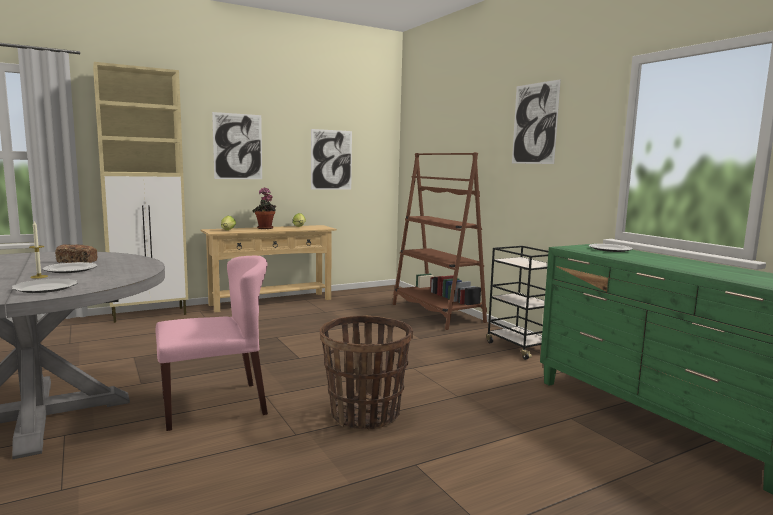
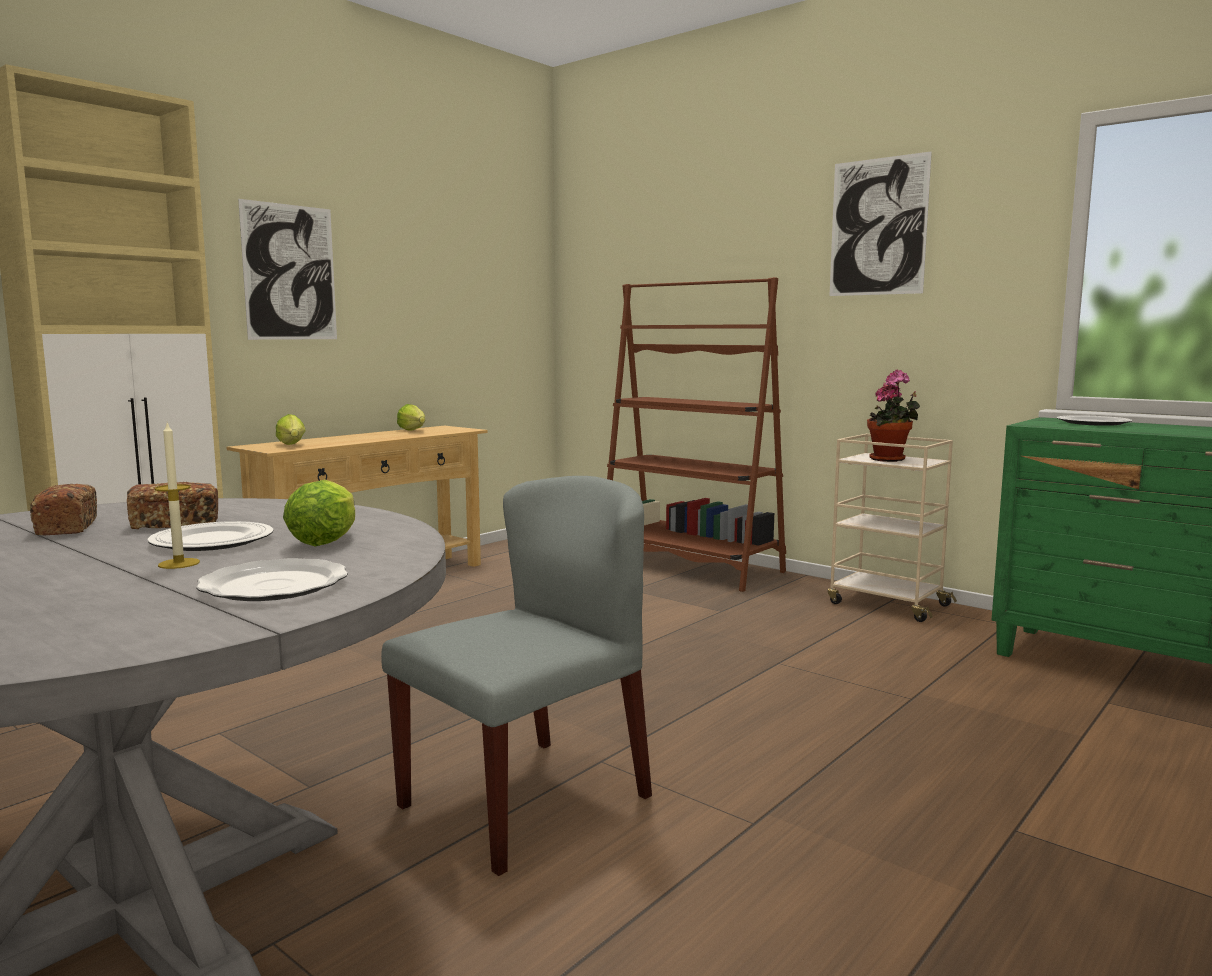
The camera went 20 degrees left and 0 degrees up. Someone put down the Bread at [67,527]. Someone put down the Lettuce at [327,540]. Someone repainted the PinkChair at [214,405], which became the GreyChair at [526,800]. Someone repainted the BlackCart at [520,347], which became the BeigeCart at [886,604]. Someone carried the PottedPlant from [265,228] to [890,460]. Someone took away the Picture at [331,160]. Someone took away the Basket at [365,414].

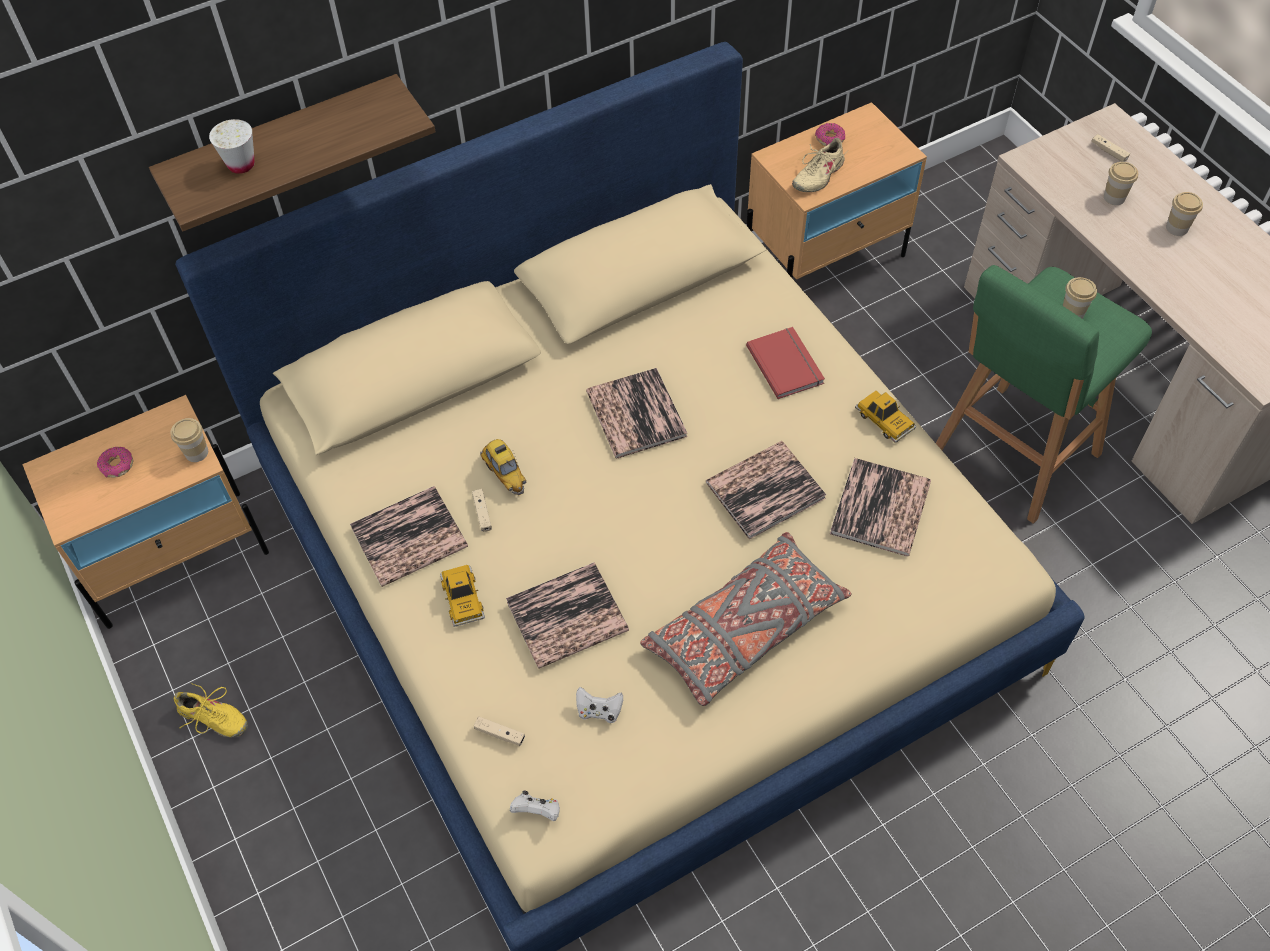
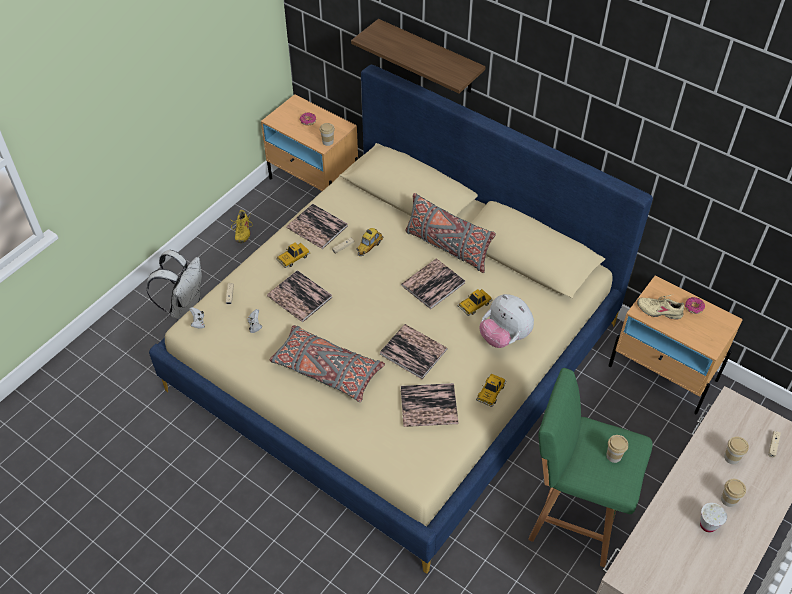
The camera went 65 degrees right and 5 degrees down. Someone put down the WhiteBackpack at [185,307]. Someone put down the GreyPillow at [447,247]. Someone put down the ToyCar at [474,305]. Someone swapped the RedBook at [787,364] for the PlushToy at [504,337]. Someone carried the WhiteCup from [241,164] to [708,525].

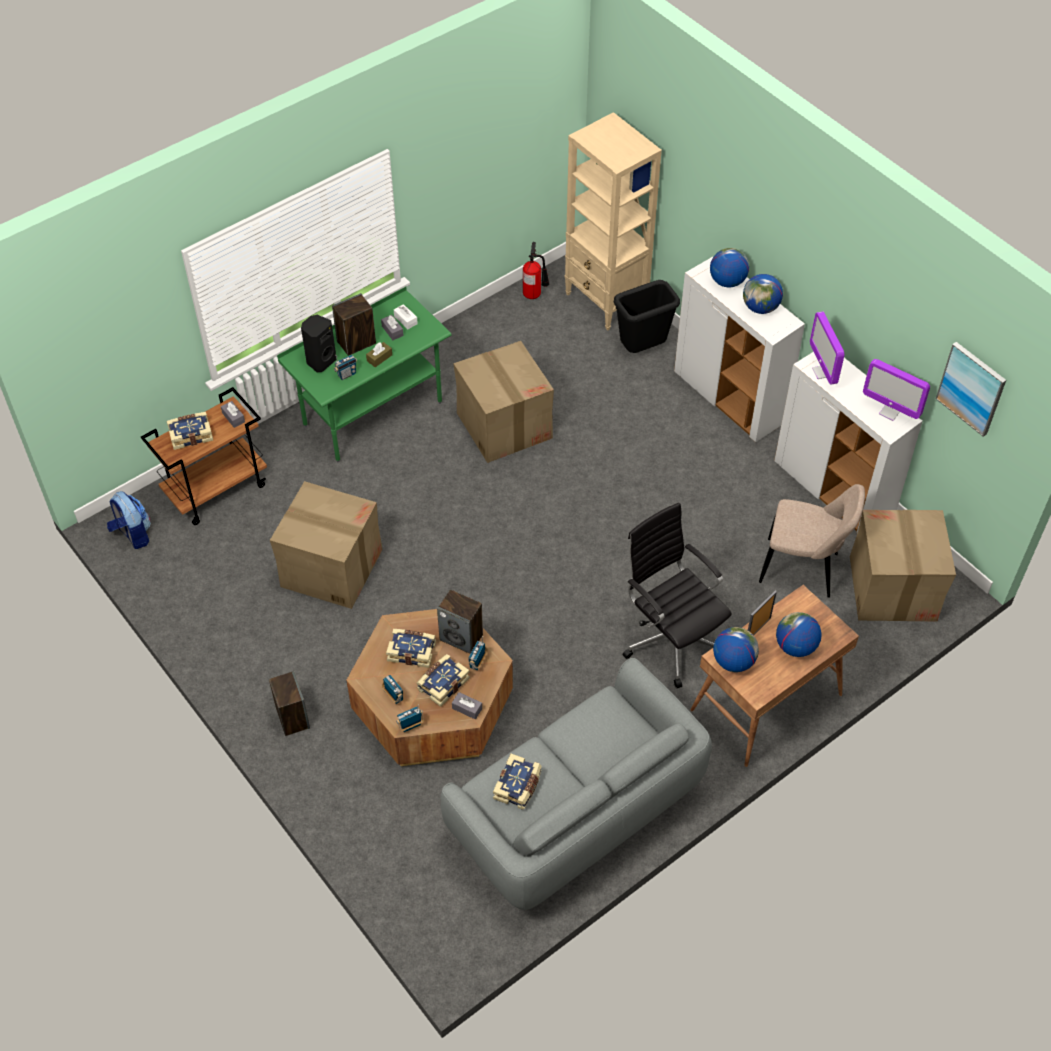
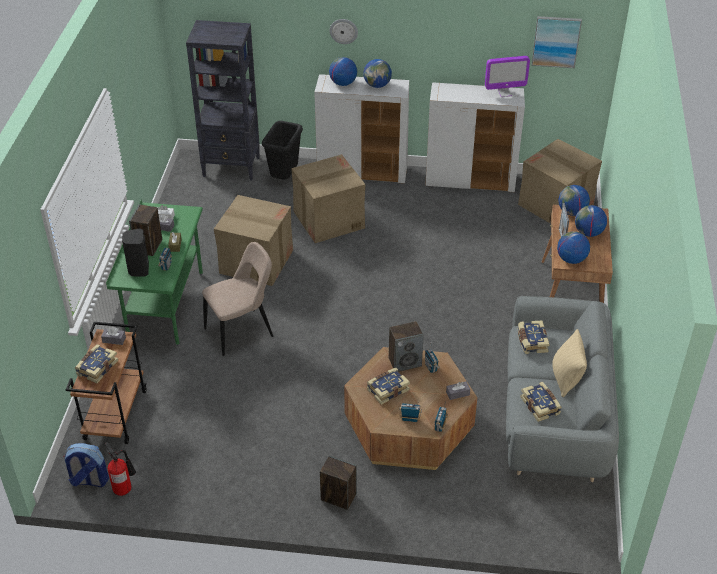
The camera went 45 degrees left and 10 degrees down. Someone carried the FireExtinguisher from [534,294] to [124,487]. Someone repainted the BeigeBookcase at [606,301], which became the BlackBookcase at [232,167]. Someone carried the BeigeChair from [803,569] to [242,331]. Someone carried the CardboardBox from [331,567] to [328,220]. Someone put up the WallClock at [343,31]. Someone carried the Book from [442,683] to [531,341]. Someone put down the BeigePillow at [566,378]. Someone put down the Globe at [572,212]. Someone took away the BlackOfficeChair at [671,639]. Someone took away the Monitor at [822,372].

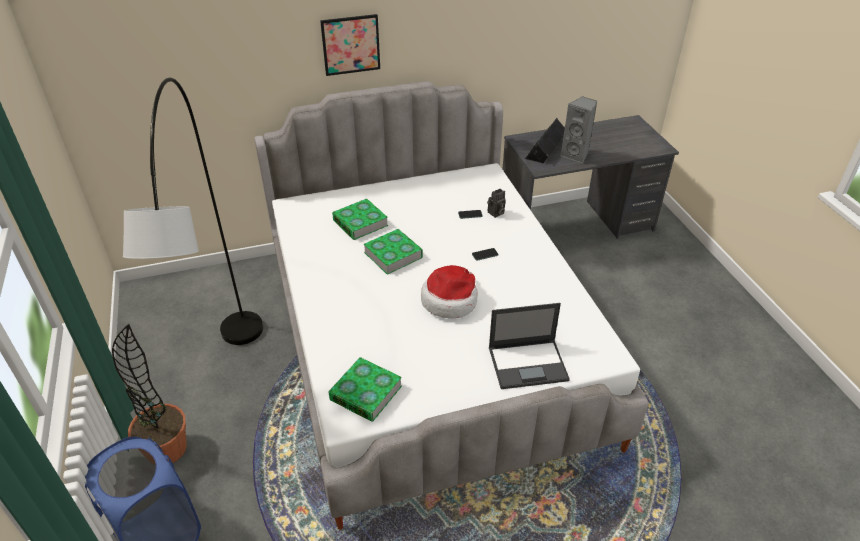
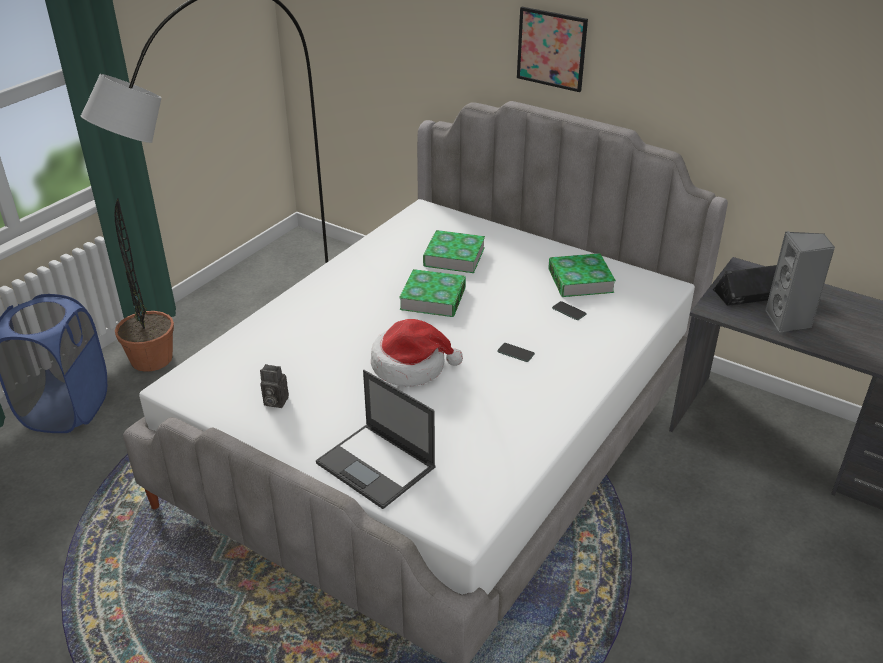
The camera went 50 degrees right and 5 degrees down. Someone carried the PhotoCamera from [495,213] to [274,401]. Someone carried the Book from [366,393] to [580,280].

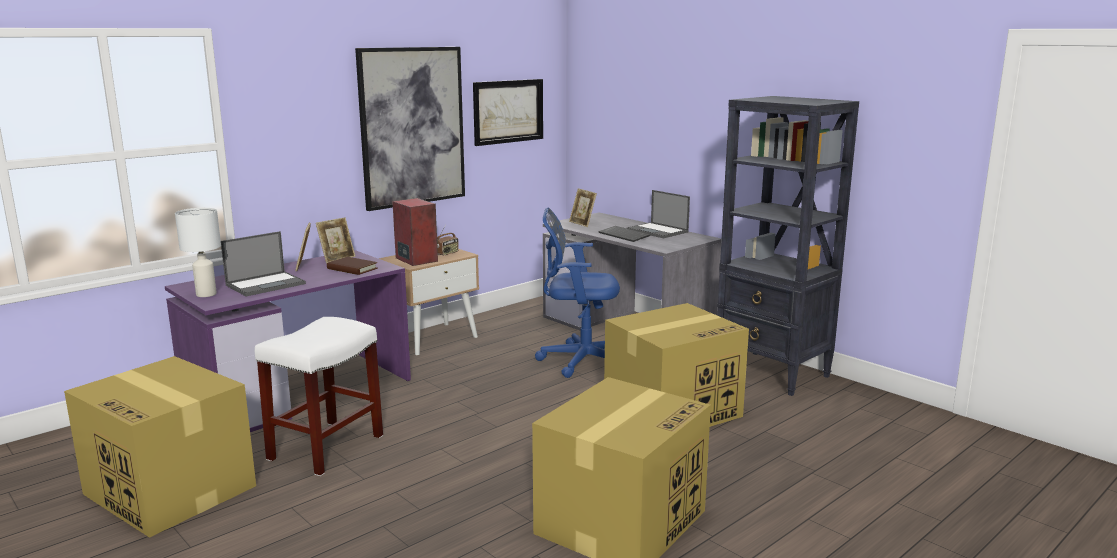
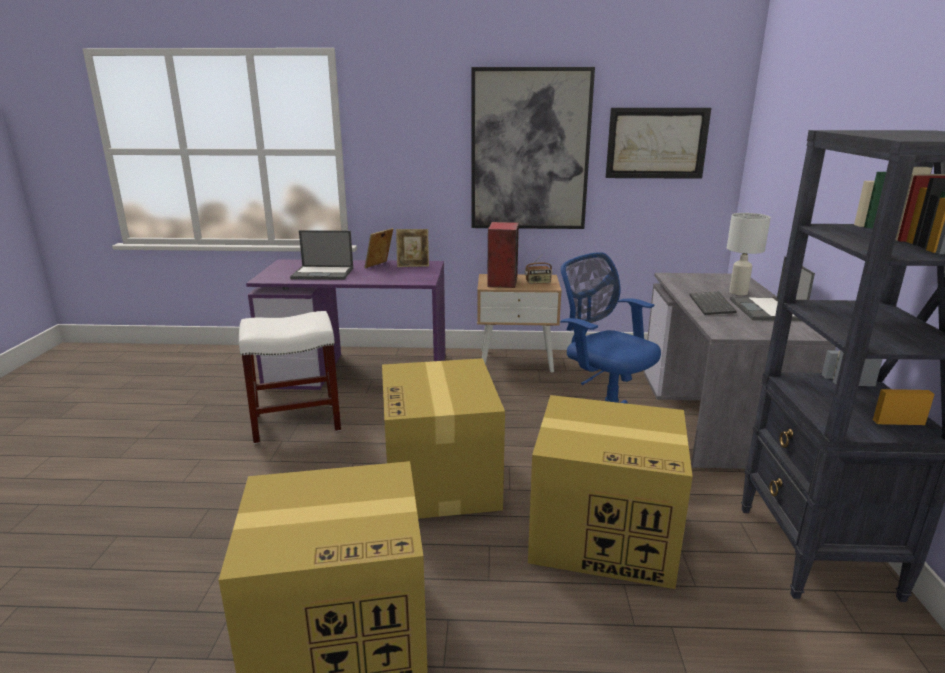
The camera went 45 degrees right and 5 degrees up. Someone carried the CardboardBox from [172,490] to [441,480]. Someone carried the WhiteTableLamp from [206,294] to [738,293]. Someone took away the BrownBook at [352,269]. Someone took away the PictureFrame at [582,223].

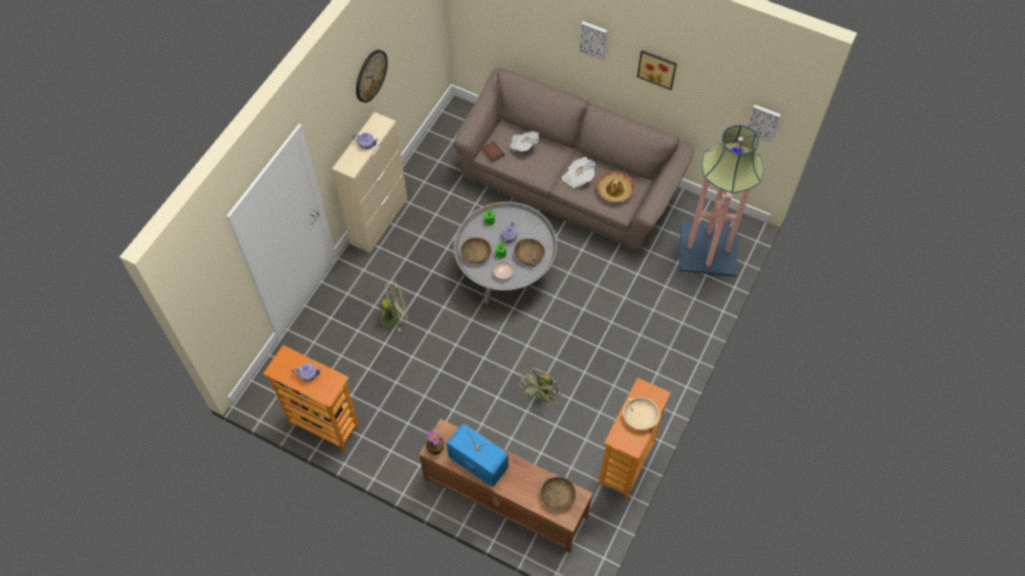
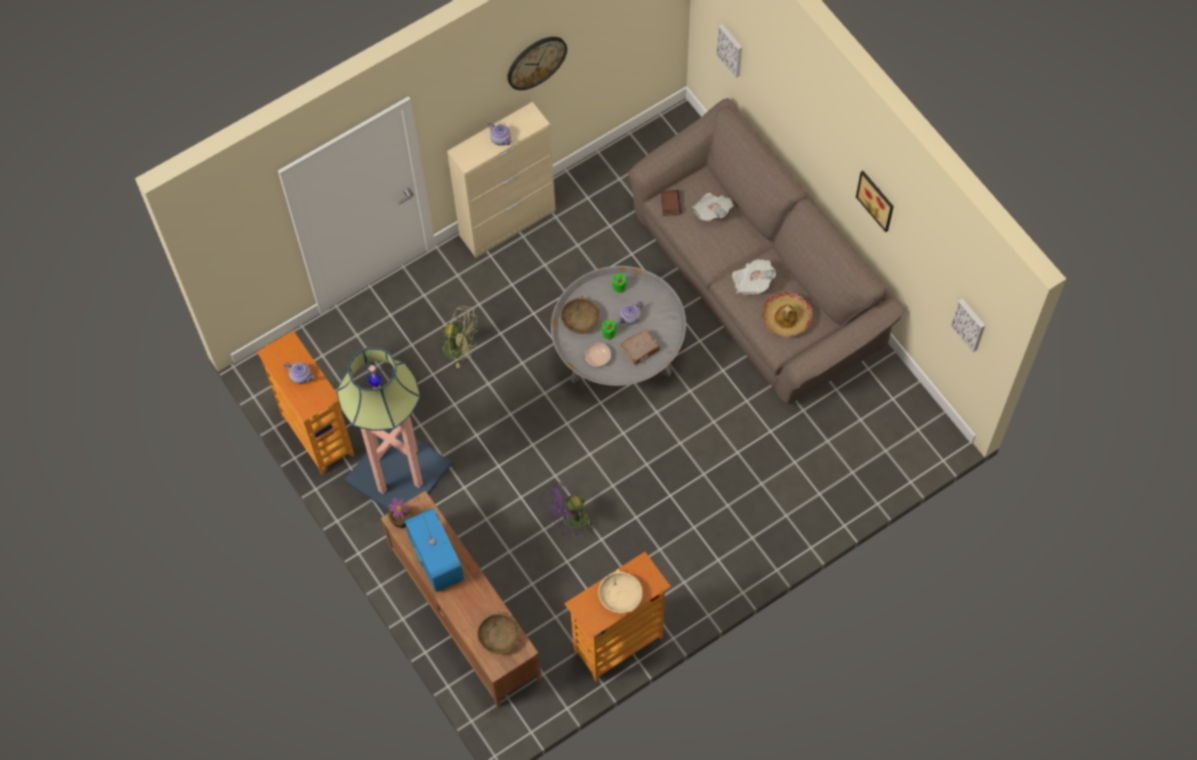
The camera went 30 degrees right and 5 degrees up. Someone carried the FloorLamp from [708,249] to [399,472]. Someone repainted the GreenFan at [542,397], which became the PurpleFan at [571,522]. Someone swapped the BrownBowl at [529,255] for the BrownBook at [640,350]. Someone carried the Picture from [593,39] to [731,49].

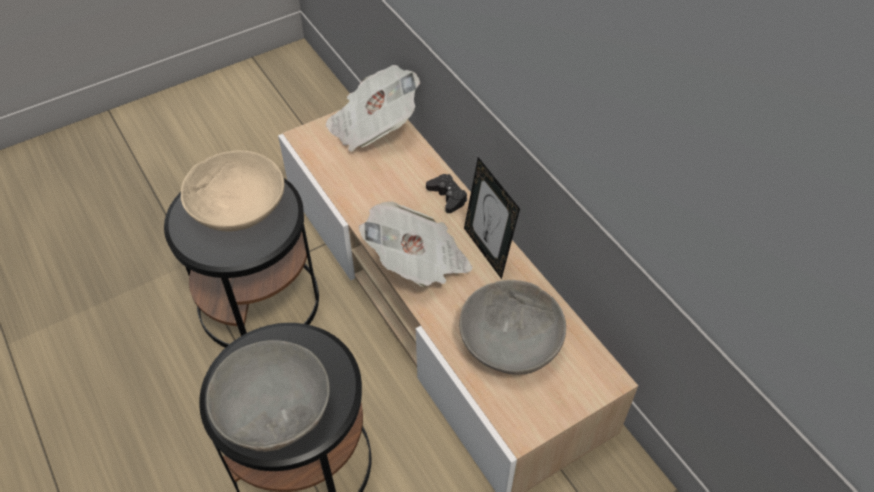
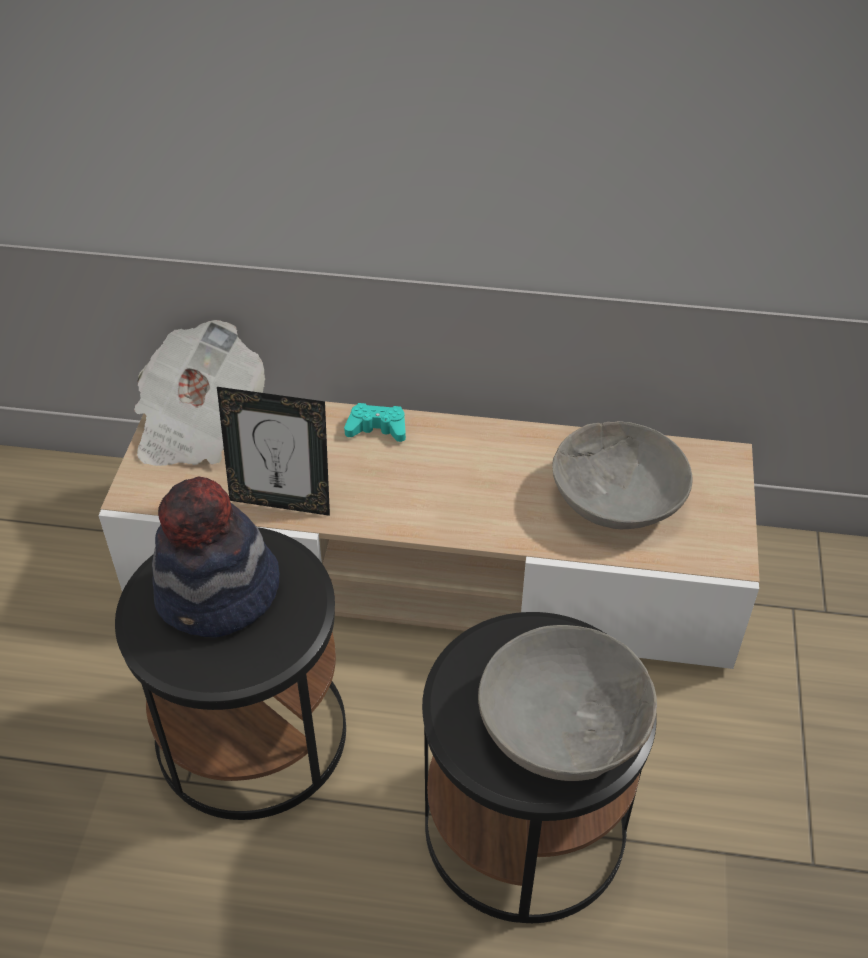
The camera went 50 degrees left and 5 degrees down. Someone swapped the BeigeBowl at [237,208] for the Hat at [219,595]. Someone carried the PictureFrame from [487,250] to [281,501]. Someone repainted the BlackGameController at [447,196], which became the TurquoiseGameController at [377,428]. Someone took away the Newspaper at [418,262].

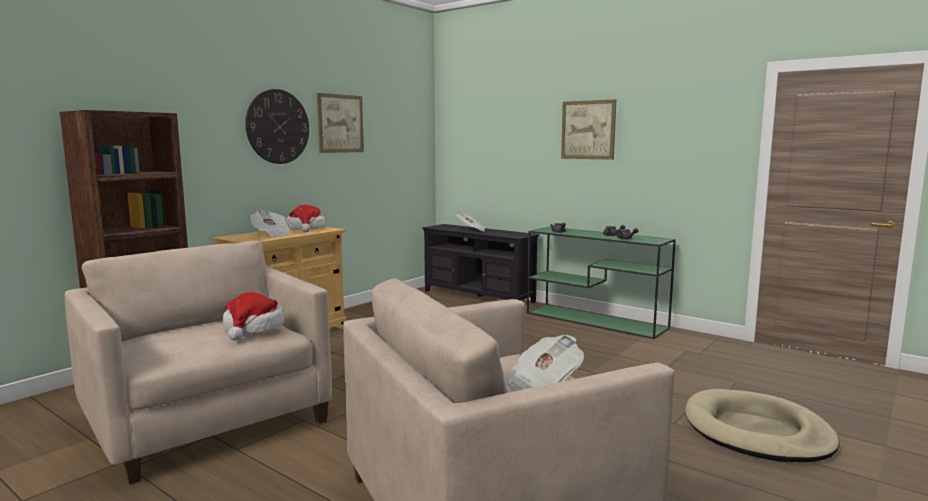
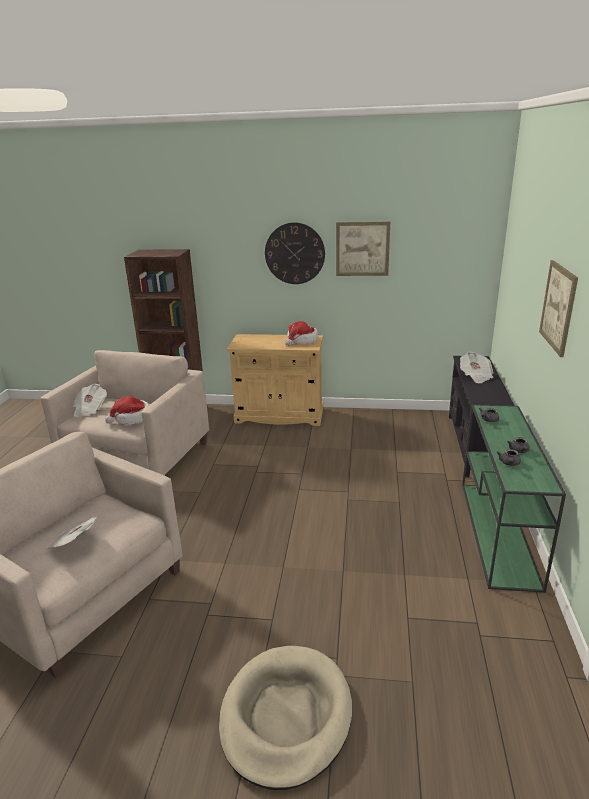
The camera went 60 degrees right and 15 degrees up. Someone carried the Newspaper from [271,235] to [90,409].

